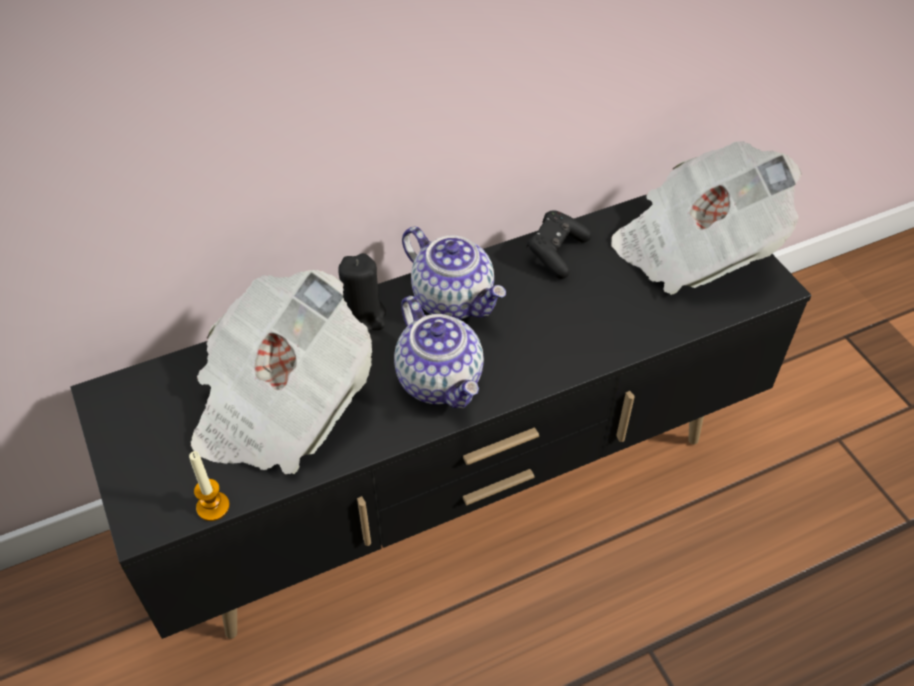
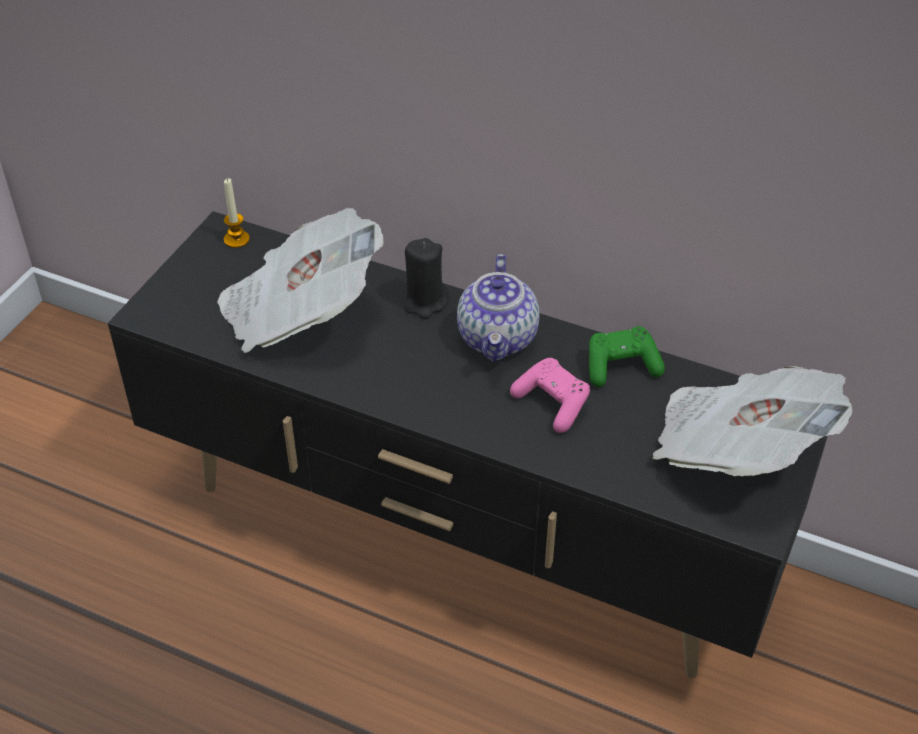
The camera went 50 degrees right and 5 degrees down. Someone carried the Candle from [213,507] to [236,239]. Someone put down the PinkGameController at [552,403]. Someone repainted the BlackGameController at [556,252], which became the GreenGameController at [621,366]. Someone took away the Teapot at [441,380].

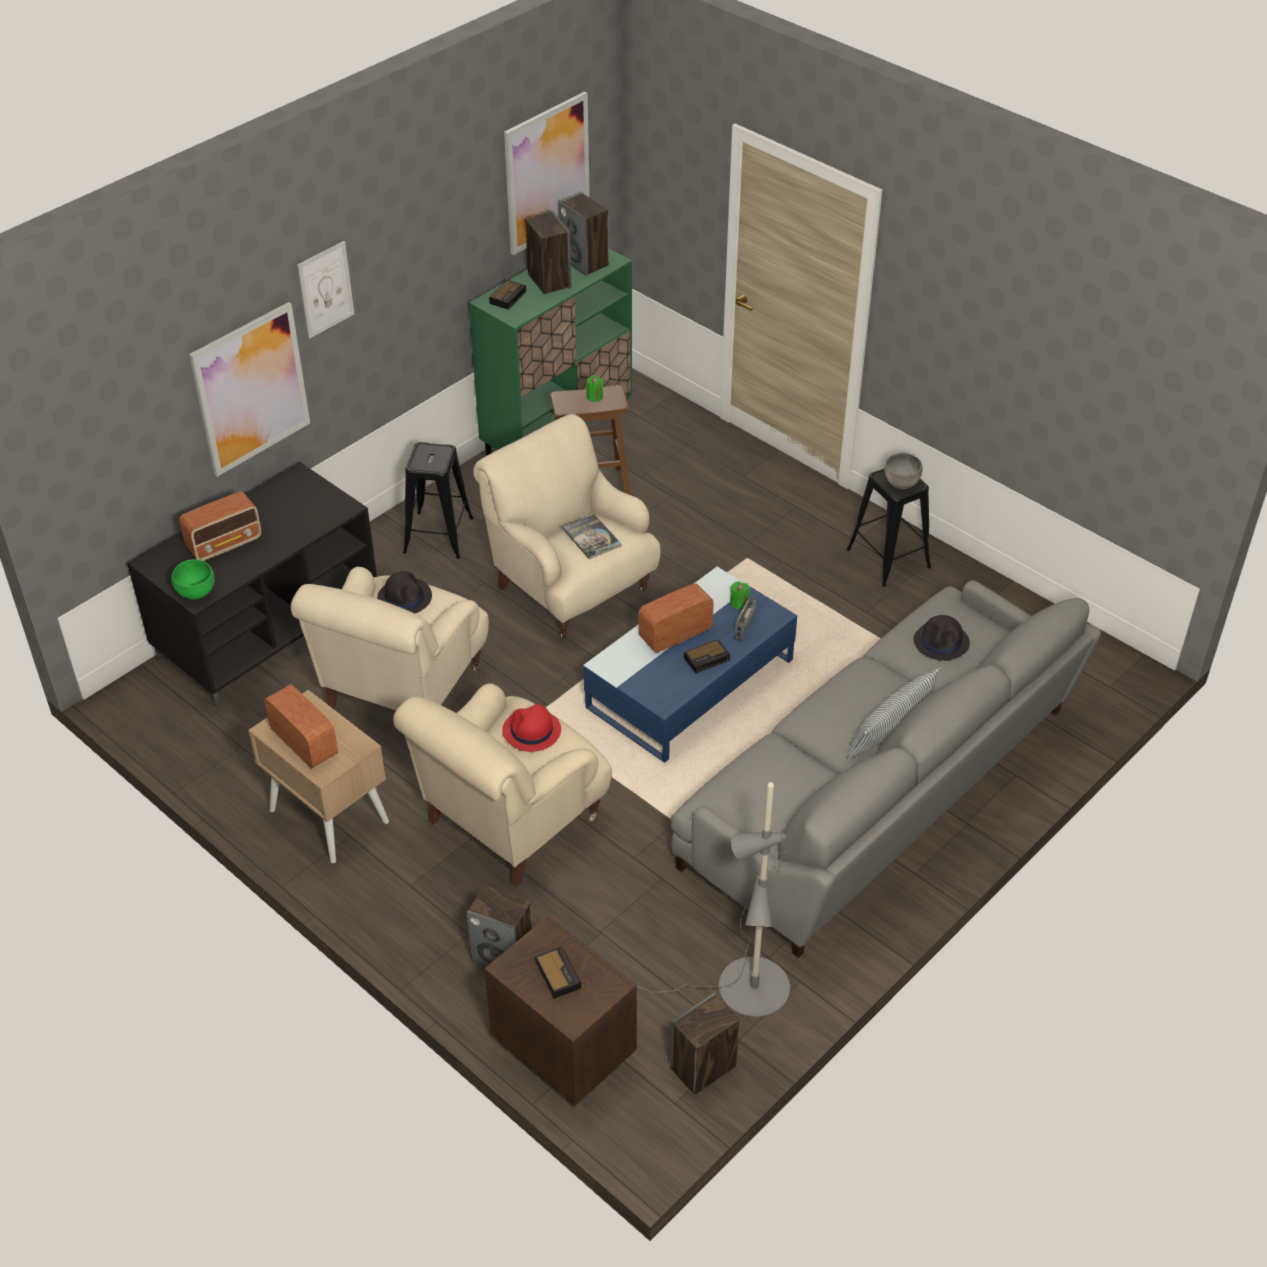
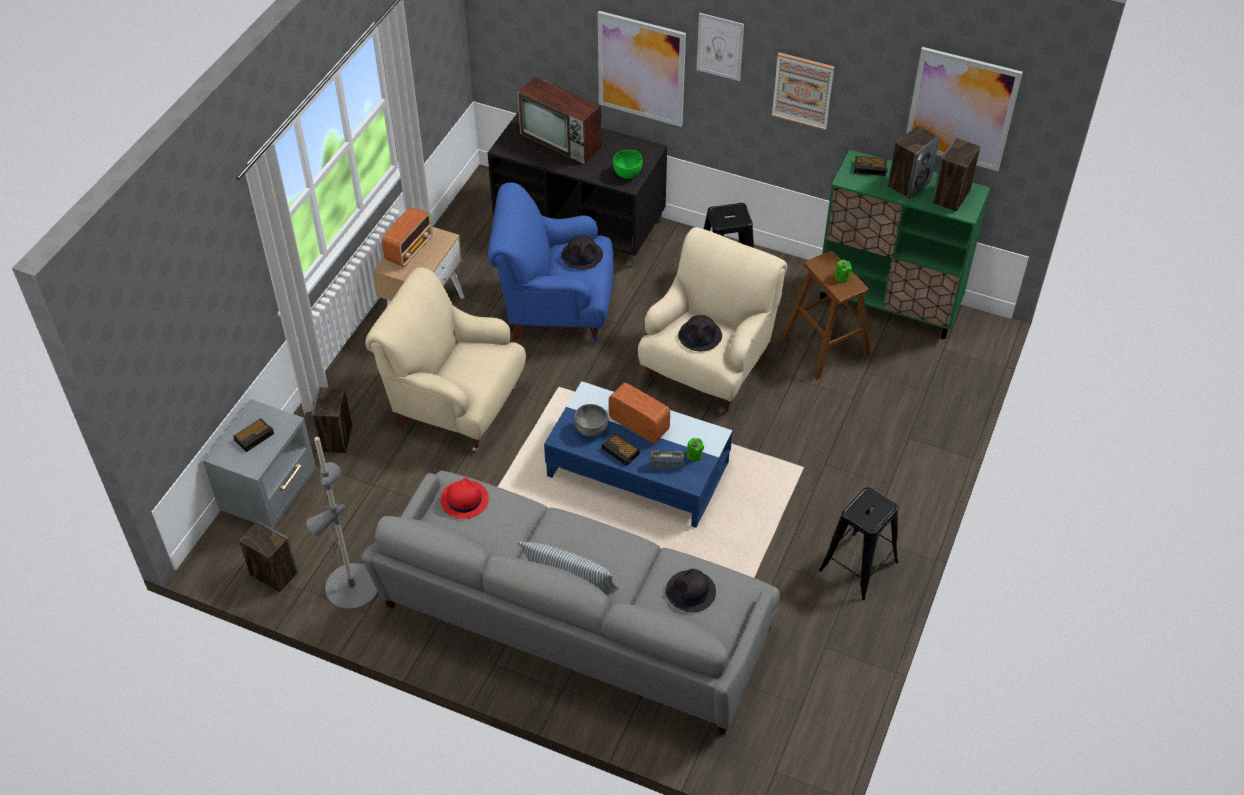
The camera went 70 degrees right and 5 degrees up. Someone repainted the BrownNightstand at [563,1046], which became the GreyNightstand at [271,493]. Someone carried the RedHat from [531,731] to [464,500]. Someone repainted the BeigeArmchair at [402,690], which became the BlueArmchair at [555,309]. Someone swapped the Radio at [225,544] for the Television at [562,141]. Someone carried the GreyBowl from [901,484] to [591,430]. Someone carried the GreenBowl from [196,593] to [627,174]. Someone swapped the Book at [591,537] for the BlackHat at [700,336]. Someone put up the Picture at [803,90].

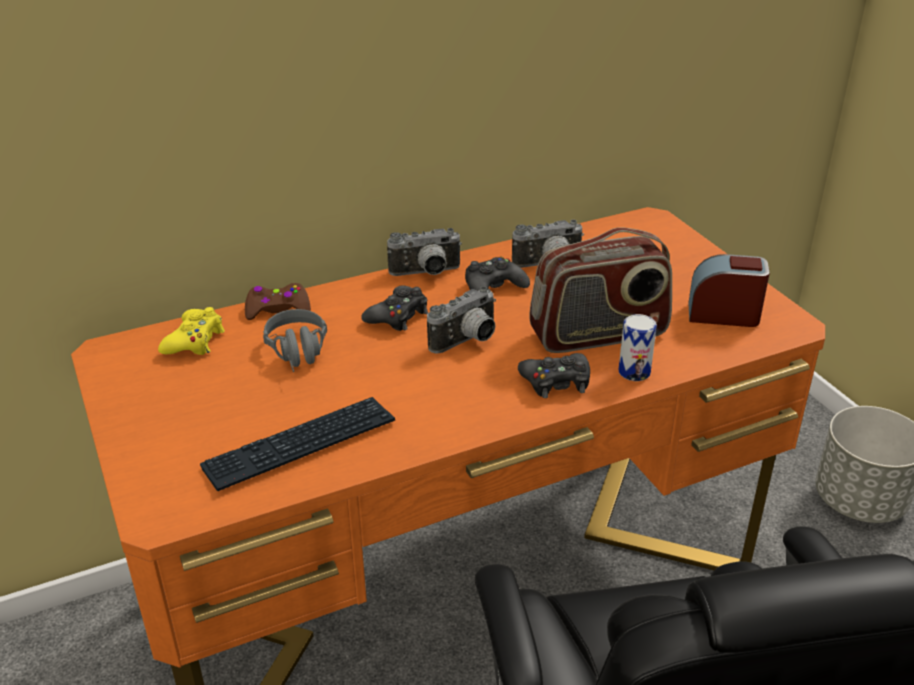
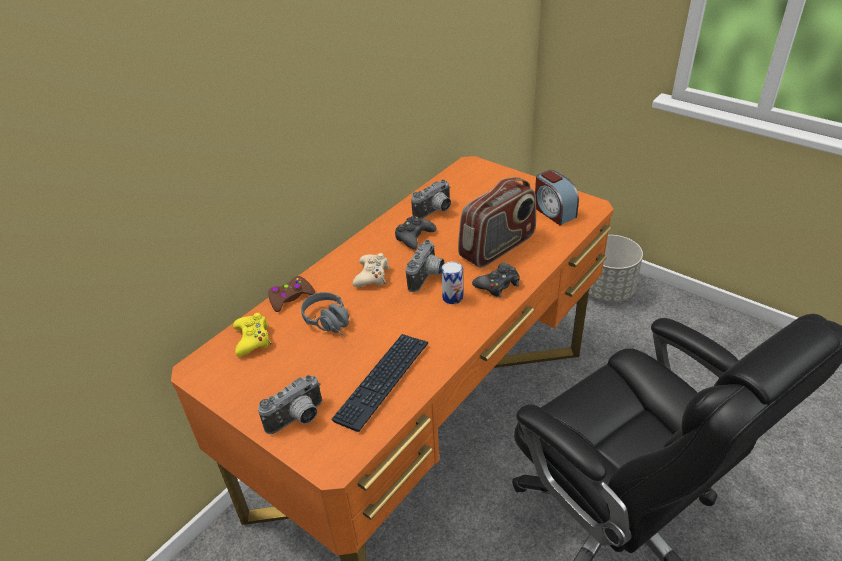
The camera went 25 degrees left and 5 degrees up. Someone carried the PhotoCamera from [426,274] to [298,419]. Someone repainted the BlackGameController at [398,316], which became the BeigeGameController at [372,276]. Someone carried the Can from [634,372] to [452,297]. Someone rotated the AlarmClock at [723,314] by 105 degrees counterclockwise.

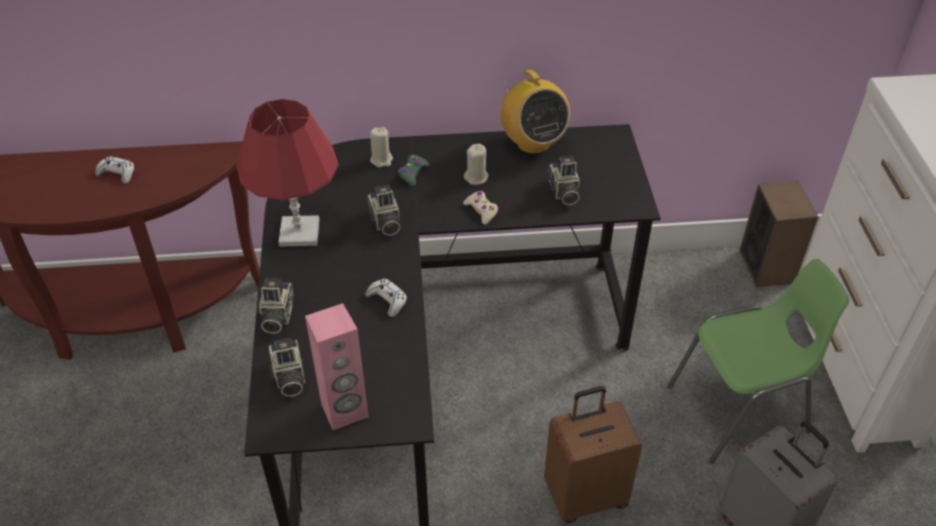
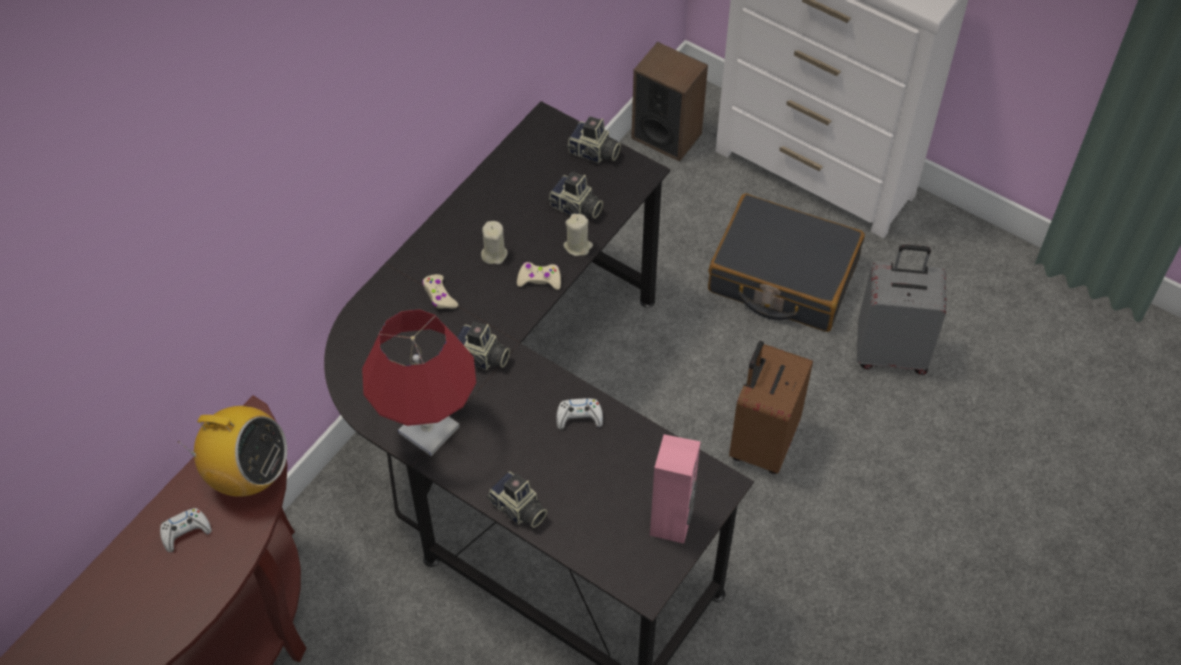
The camera went 50 degrees left and 10 degrees up. Someone carried the Radio from [533,143] to [248,475]. Someone repainted the GreenGameController at [413,173], which became the BeigeGameController at [439,296]. Someone carried the BeigeCandle from [381,160] to [578,246]. Someone carried the PhotoCamera from [288,377] to [594,153]. Someone swapped the GreenChair at [740,410] for the BlackSuitcase at [782,276].

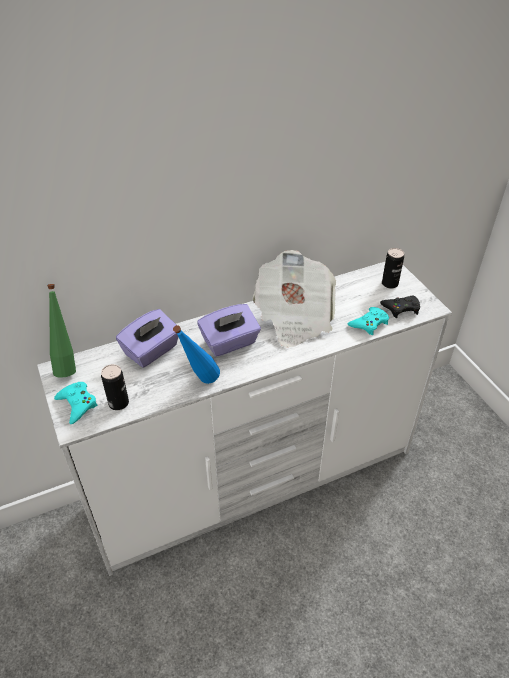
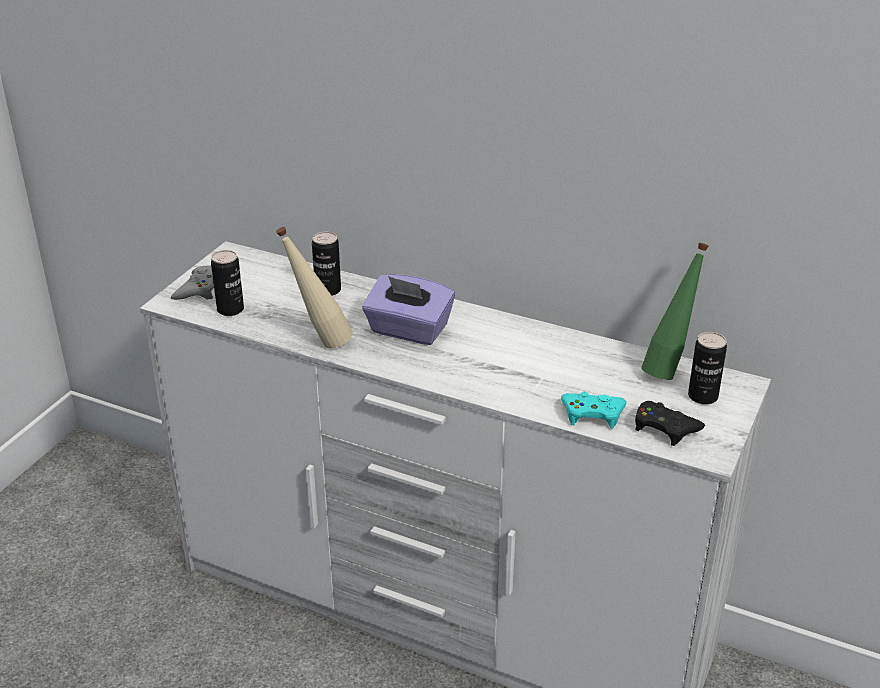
The camera went 50 degrees right and 10 degrees down. Someone repainted the TurquoiseGameController at [77,404], which became the GreyGameController at [201,289]. Someone repainted the BlueBottle at [200,383], which became the BeigeBottle at [319,342]. Someone swapped the PurpleTissueBox at [152,351] for the Can at [328,290]. Someone carried the GreenBottle from [67,365] to [668,369]. Someone took away the Newspaper at [294,317].

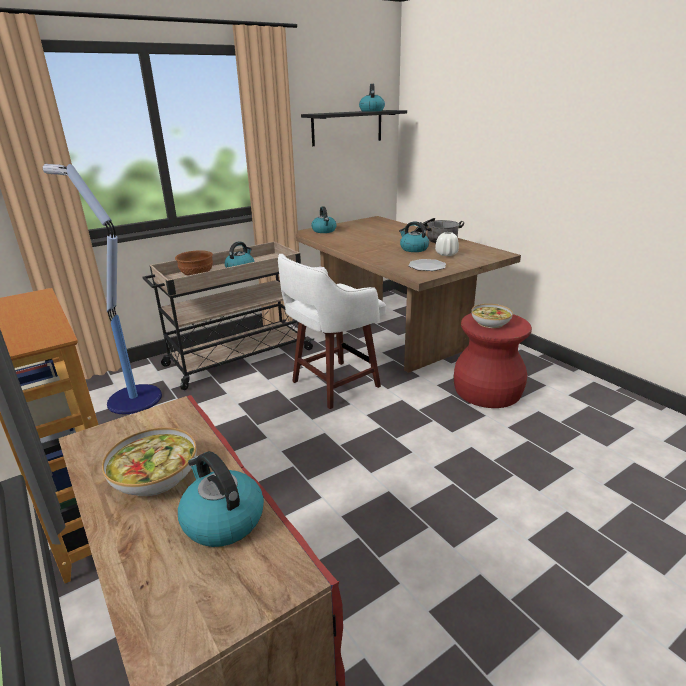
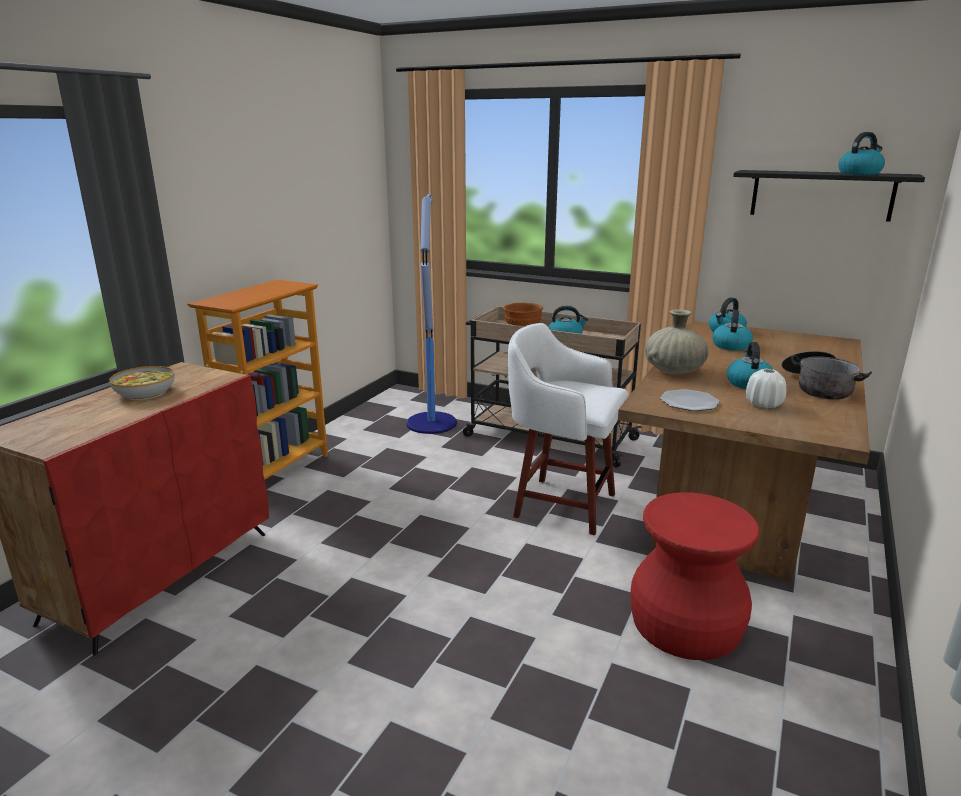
The camera went 60 degrees right and 5 degrees down. Someone put down the BeigeVase at [673,371]. Someone carried the Kettle from [222,519] to [730,345]. Someone took away the Bowl at [490,322].

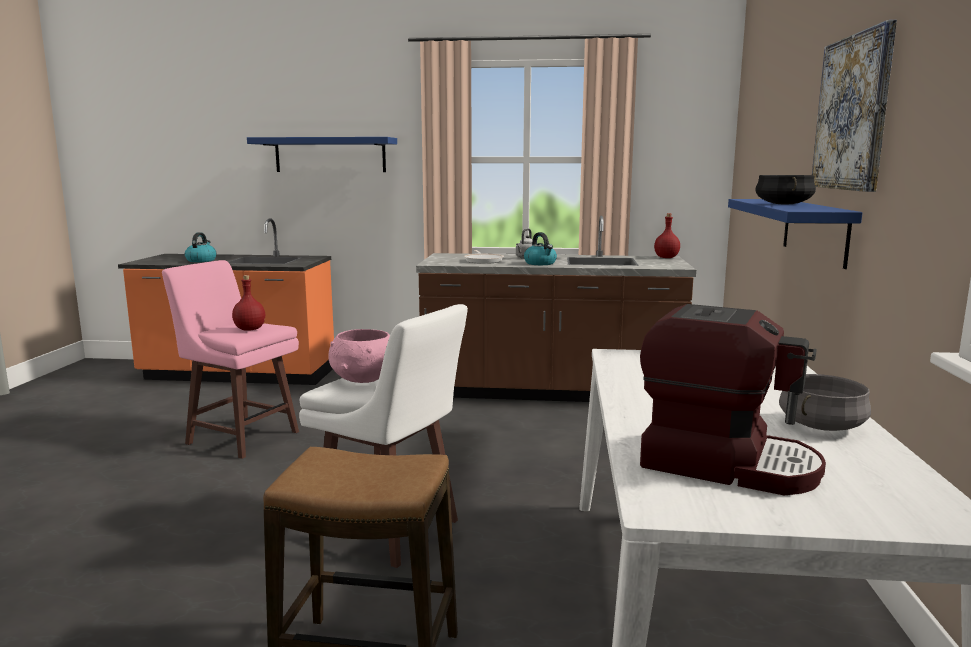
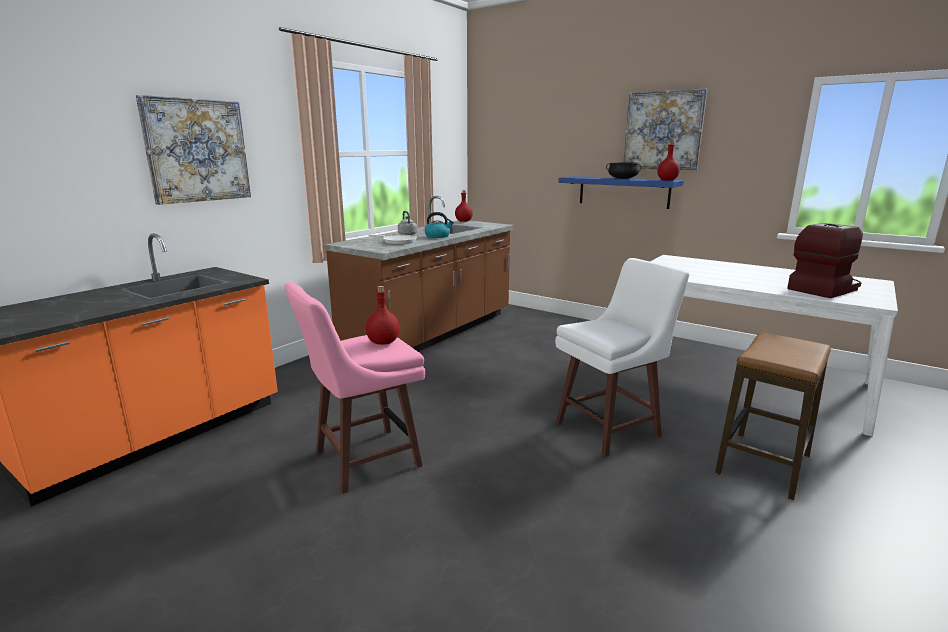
The camera went 60 degrees left and 5 degrees up. Someone swapped the BlueShelf at [330,155] for the Picture at [197,150]. Someone put down the RedBottle at [667,180]. Someone took away the Kettle at [201,260]. Someone took away the PinkBowl at [363,378]. Someone took away the GreyCookingPot at [822,426].

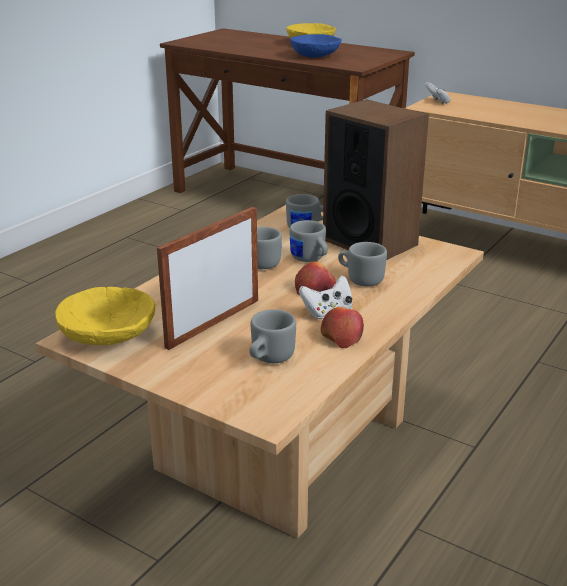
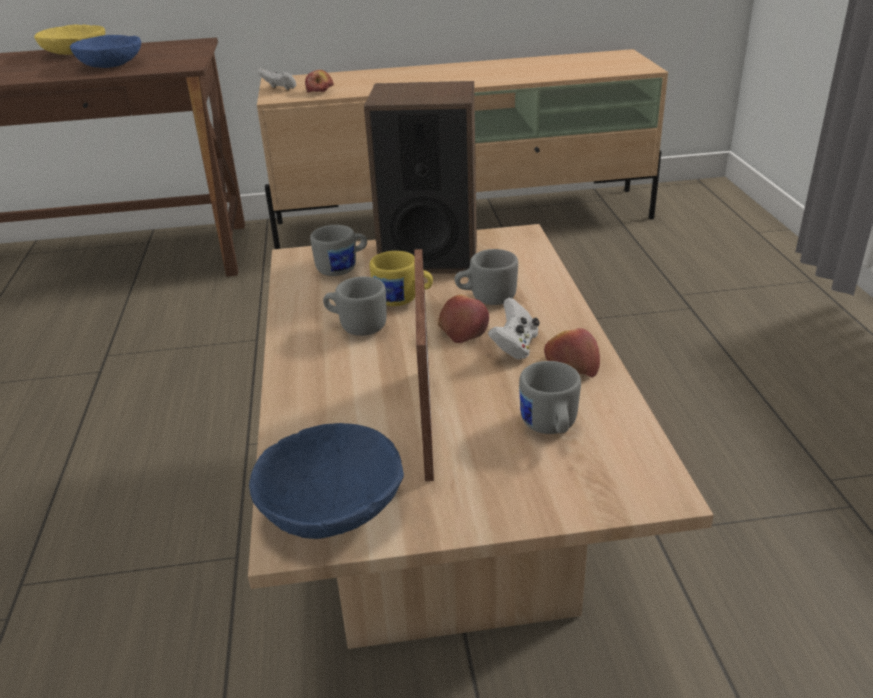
The camera went 40 degrees left and 5 degrees up. Someone repainted the YellowBowl at [107,335], which became the BlueBowl at [331,507]. Someone put down the Apple at [320,91]. Someone repainted the GreyMug at [310,259], which became the YellowMug at [403,300].

